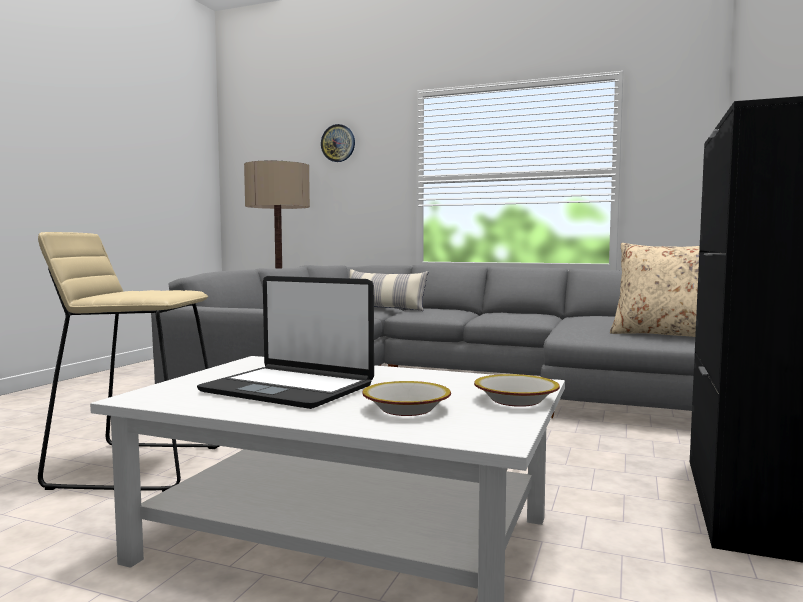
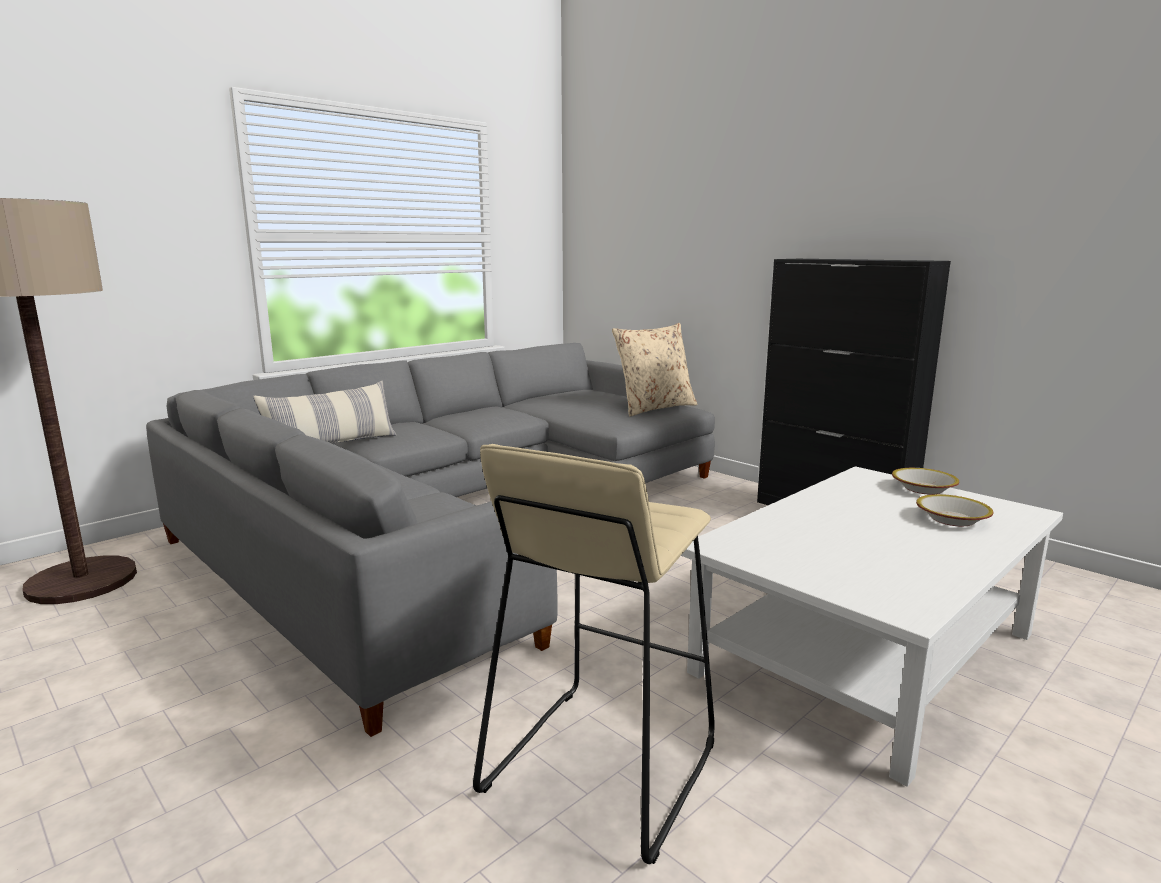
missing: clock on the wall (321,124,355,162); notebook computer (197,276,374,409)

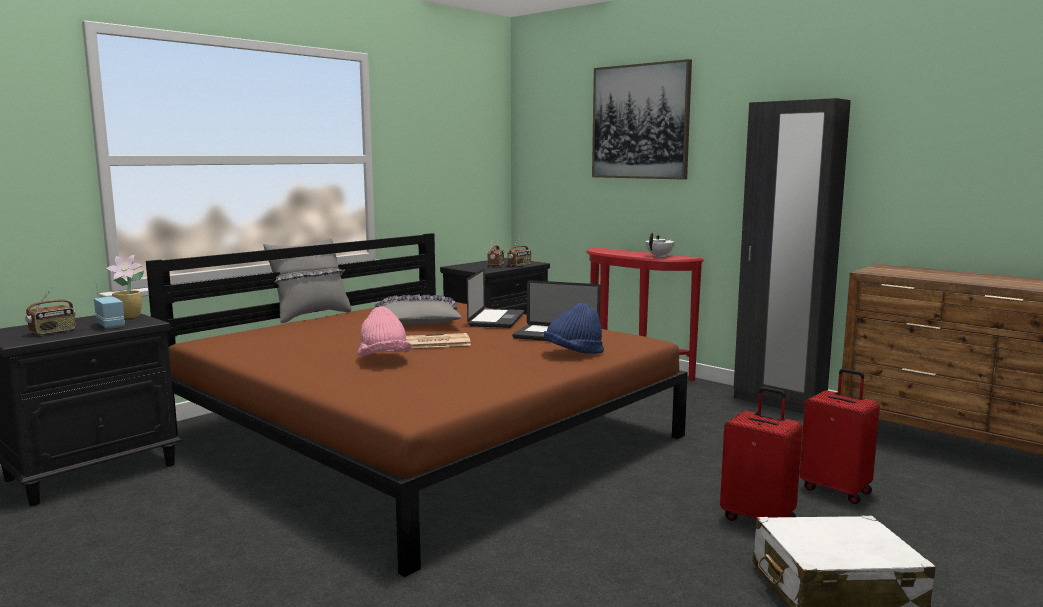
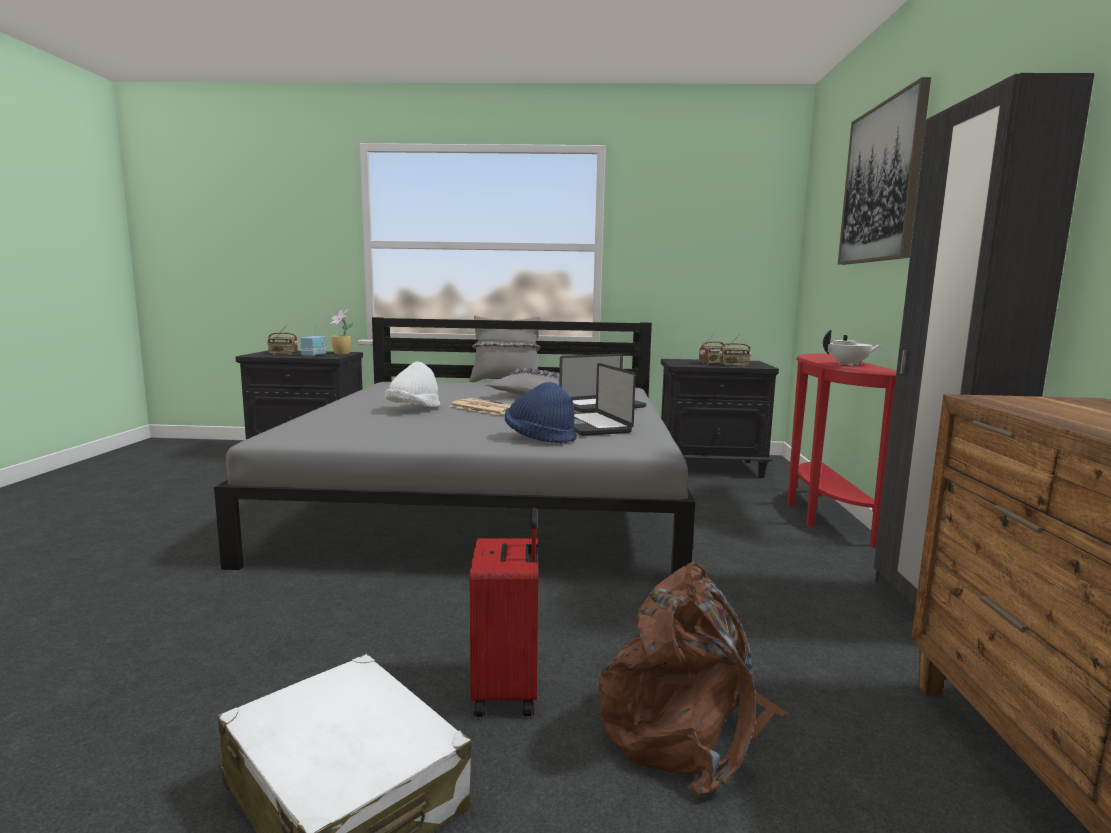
exchanged: reddish piece of luggage (800,368,880,504) to brown rucksack (599,562,790,796)
colour: brown bedroom bed (146,233,688,577) to greyish bedroom bed (214,317,695,574); pinkish hat (357,306,412,356) to white hat (384,361,440,407)

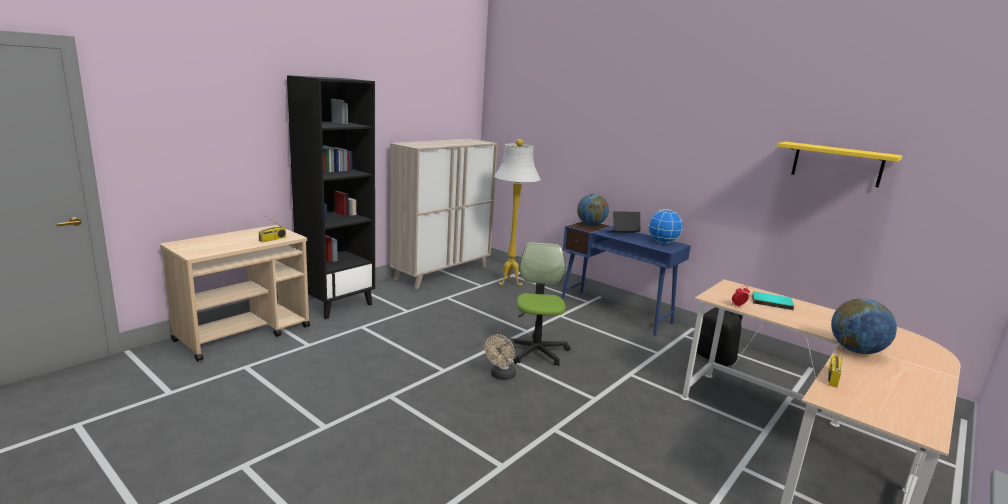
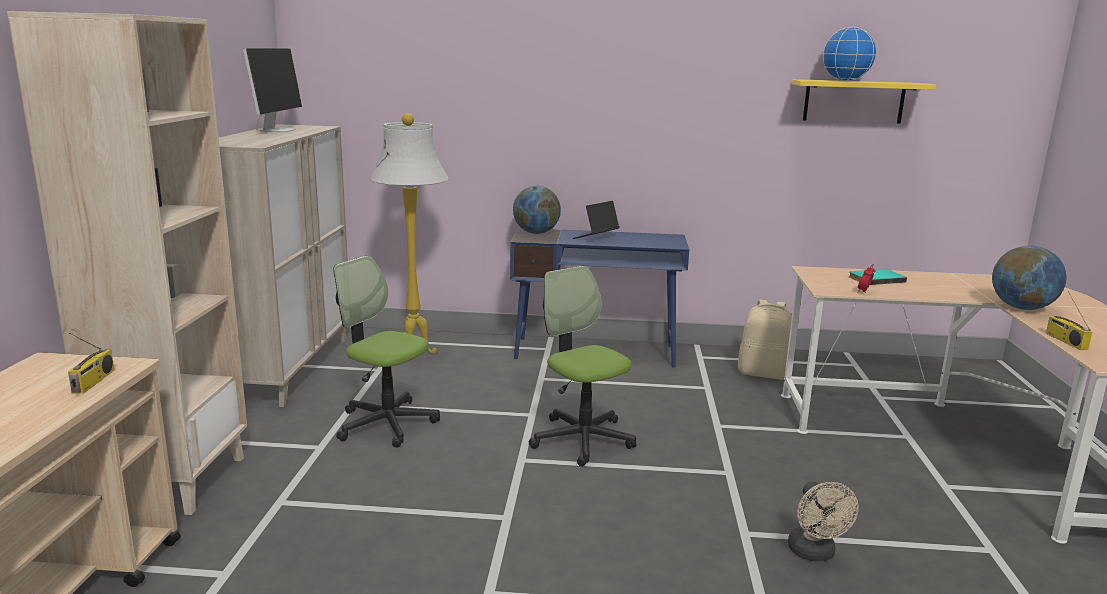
appeared: monitor (243,48,302,132); computer chair (333,256,440,448)
relocated: desk globe (648,209,683,243) to (822,27,876,81); sand-coloured cooling fan (485,334,516,380) to (788,481,859,561)
colour: black bookshelf (287,75,375,319) to sand-coloured bookshelf (7,11,247,515); black rucksack (696,307,743,367) to sand-coloured rucksack (738,300,792,380)

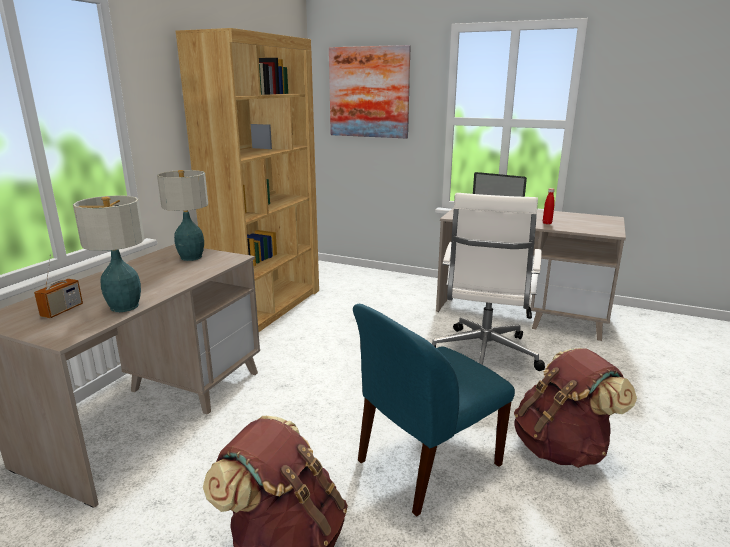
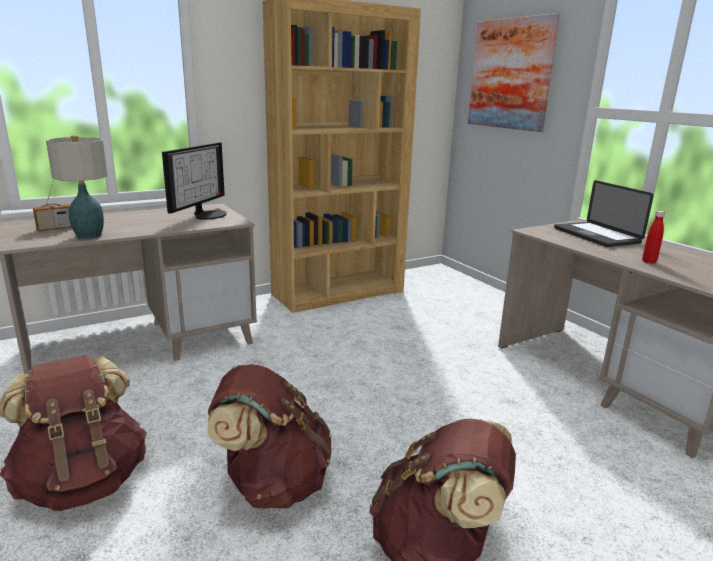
missing: white computer chair (432,193,545,371)
exchanged: tabletop lamp (157,170,208,261) to monitor (162,142,227,220); blue chair (353,304,515,517) to brown rucksack (207,364,332,509)

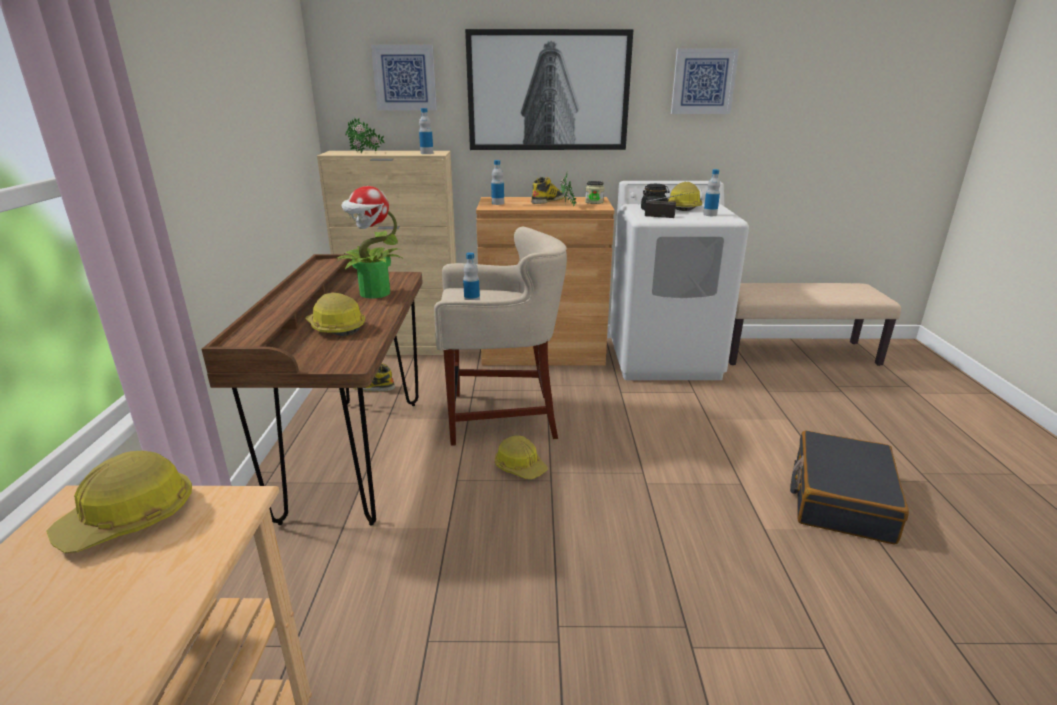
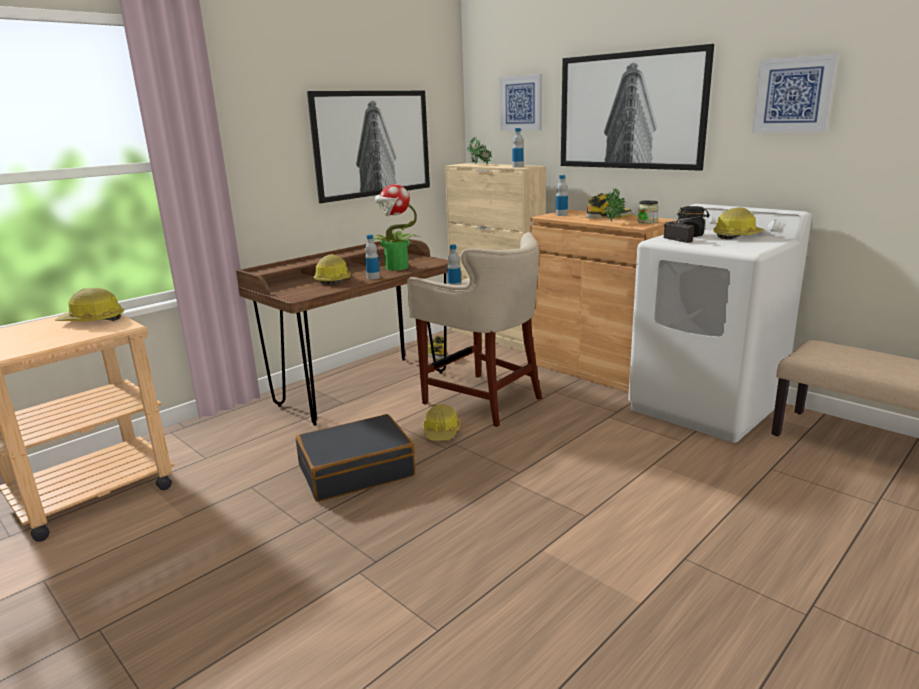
appeared: picture (307,91,430,203)
relocated: drink bottle (703,169,720,216) to (365,234,380,279); black piece of luggage (790,430,909,545) to (295,414,415,502)

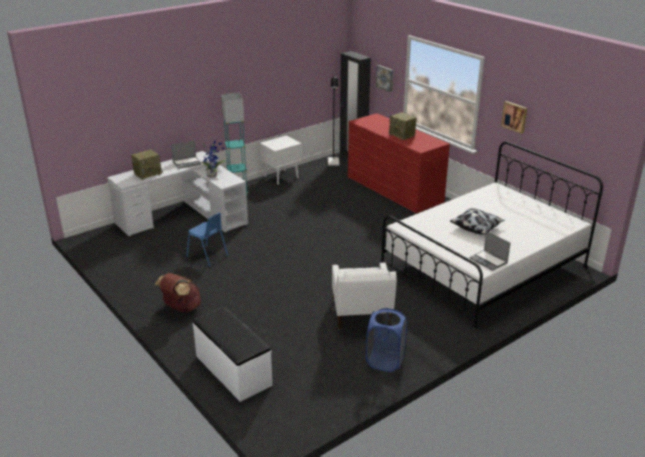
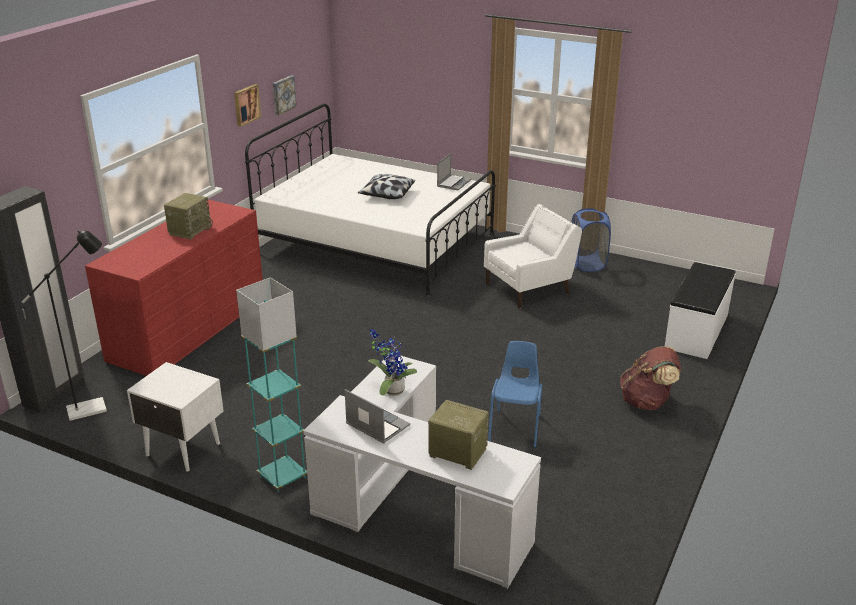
relocated: picture (376,65,393,92) to (273,75,297,115)

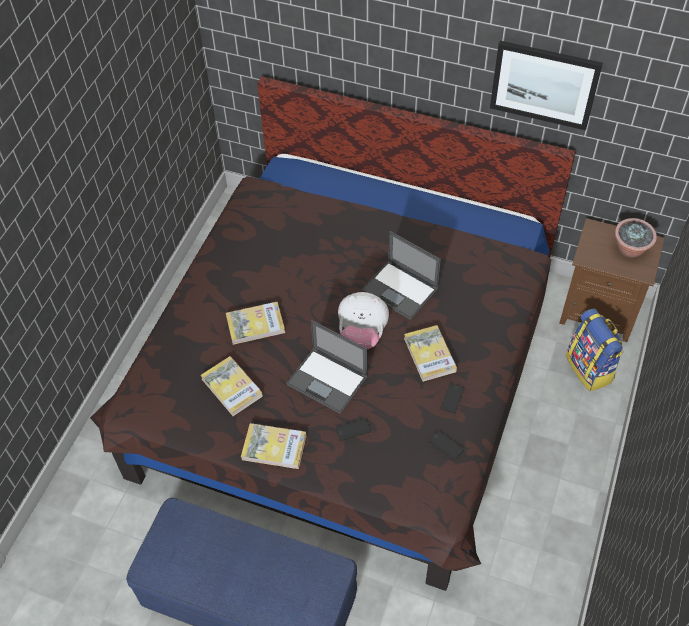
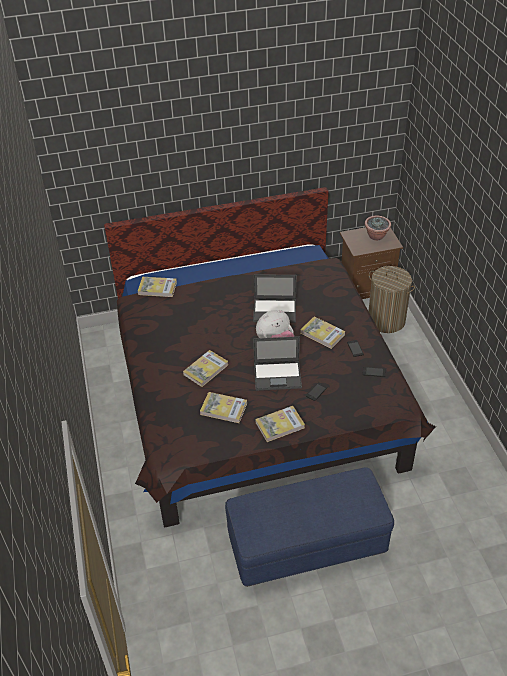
missing: picture (490,41,603,130)
appeared: book (138,277,177,297)
exchanged: rucksack (566,309,624,391) to washing basket (369,266,415,333)

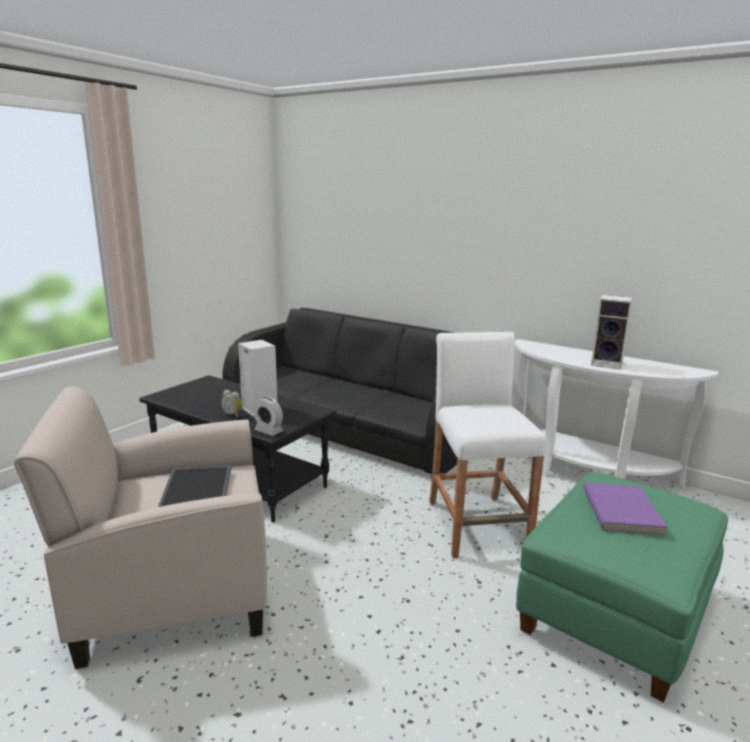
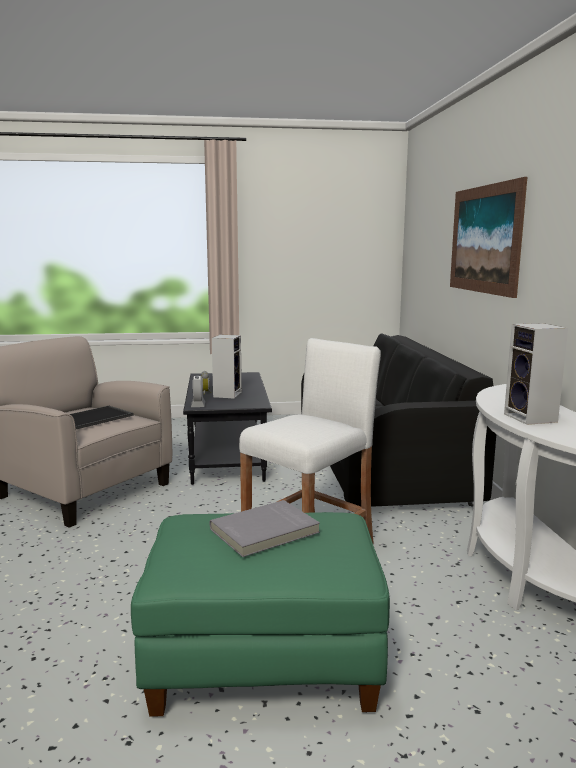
appeared: picture (450,177,527,298)
colour: purplish book (583,482,667,535) to greyish book (210,500,320,557)

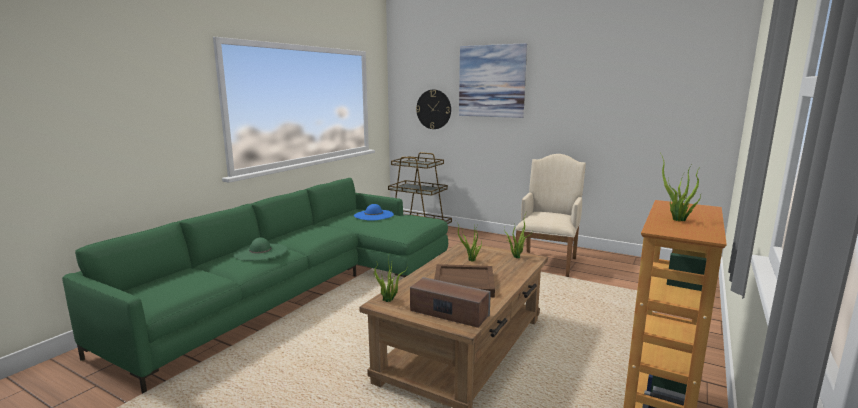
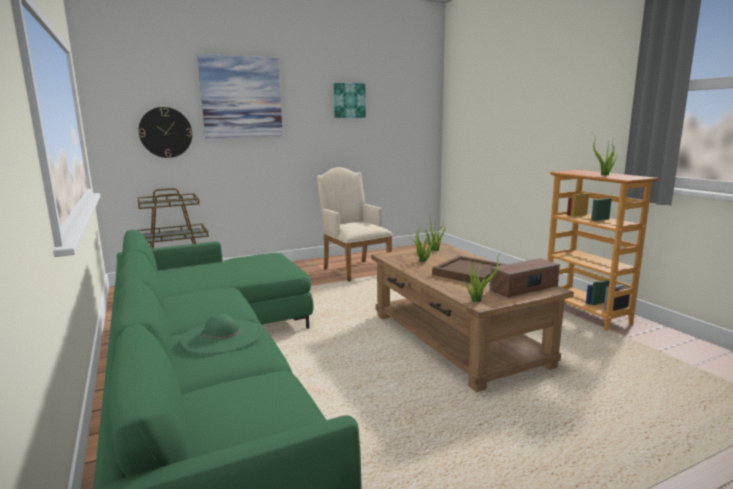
missing: blue hat (354,204,394,221)
appeared: picture (334,83,366,118)

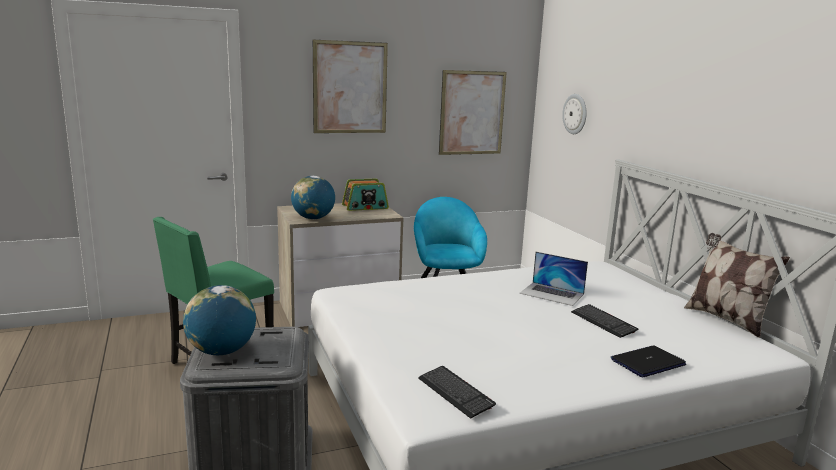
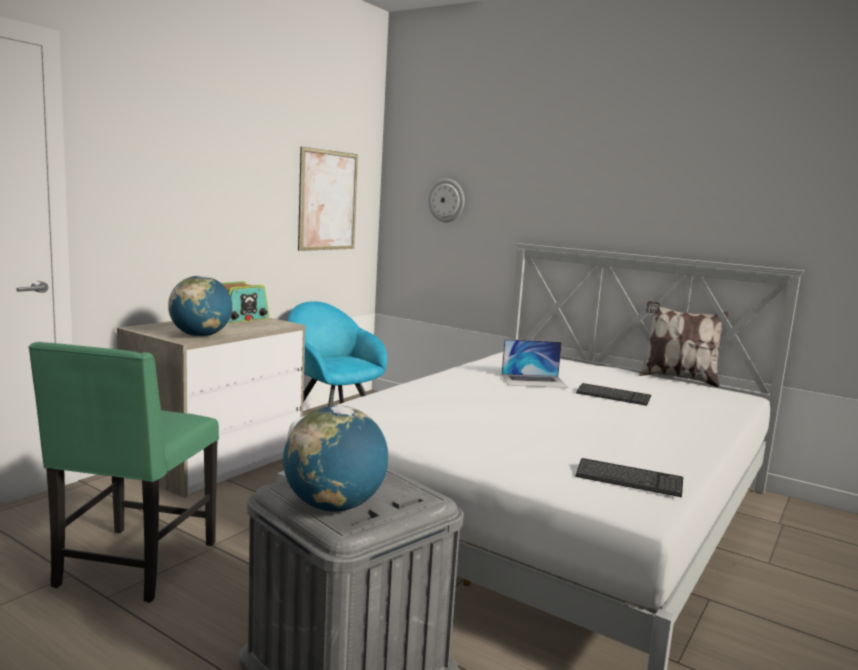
missing: picture (313,40,388,133); notebook computer (611,345,686,377)

